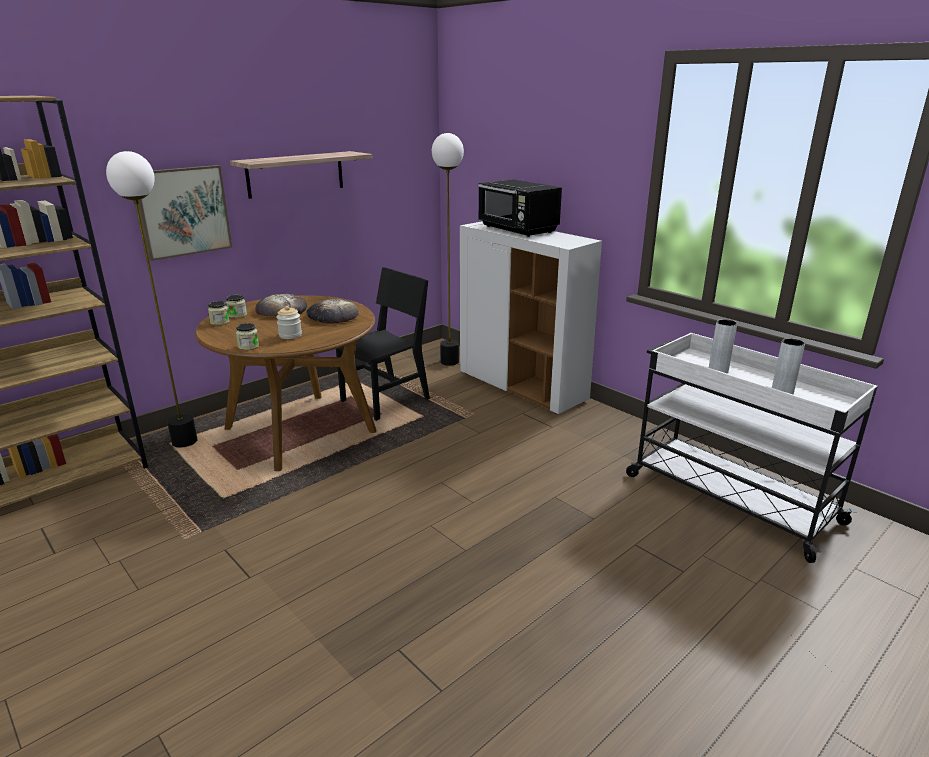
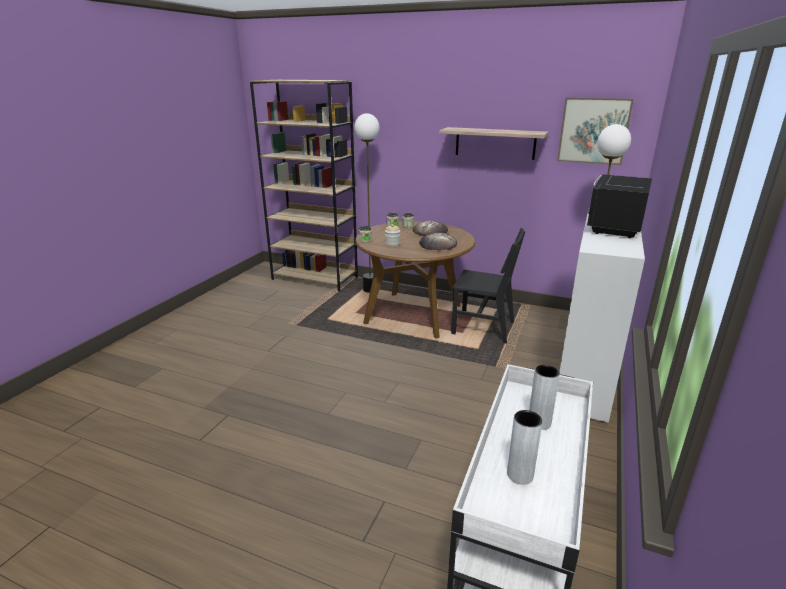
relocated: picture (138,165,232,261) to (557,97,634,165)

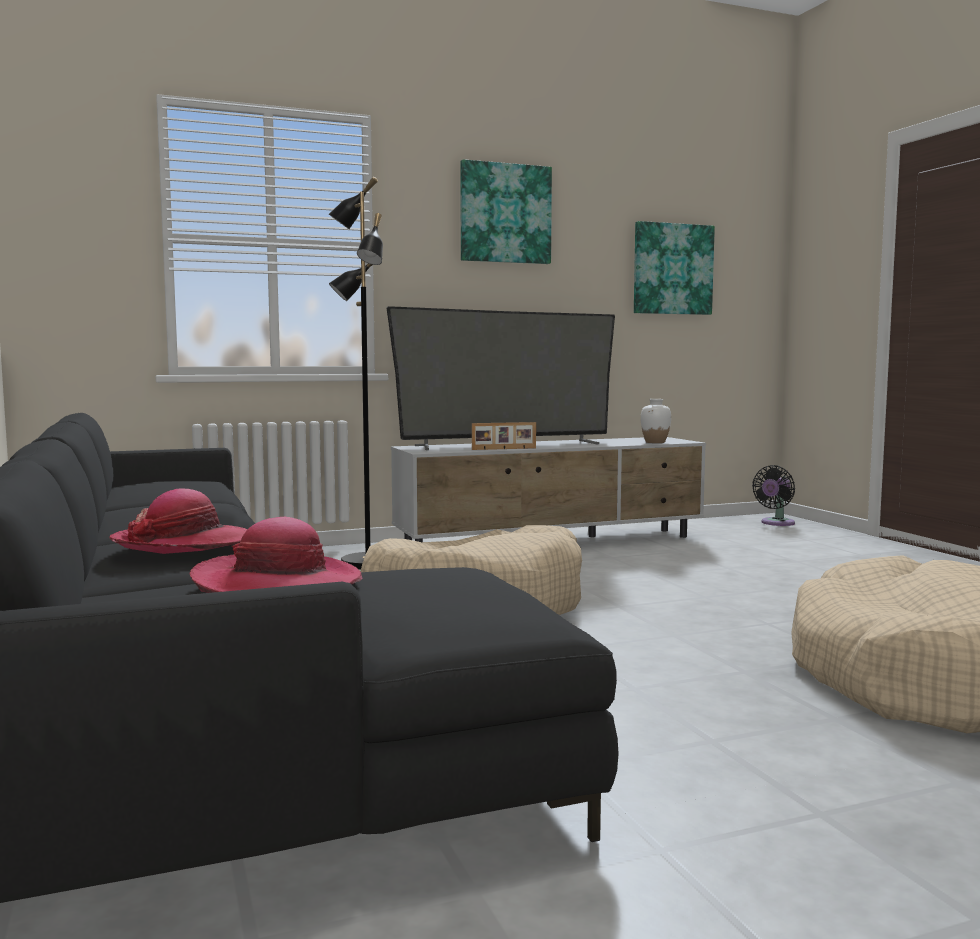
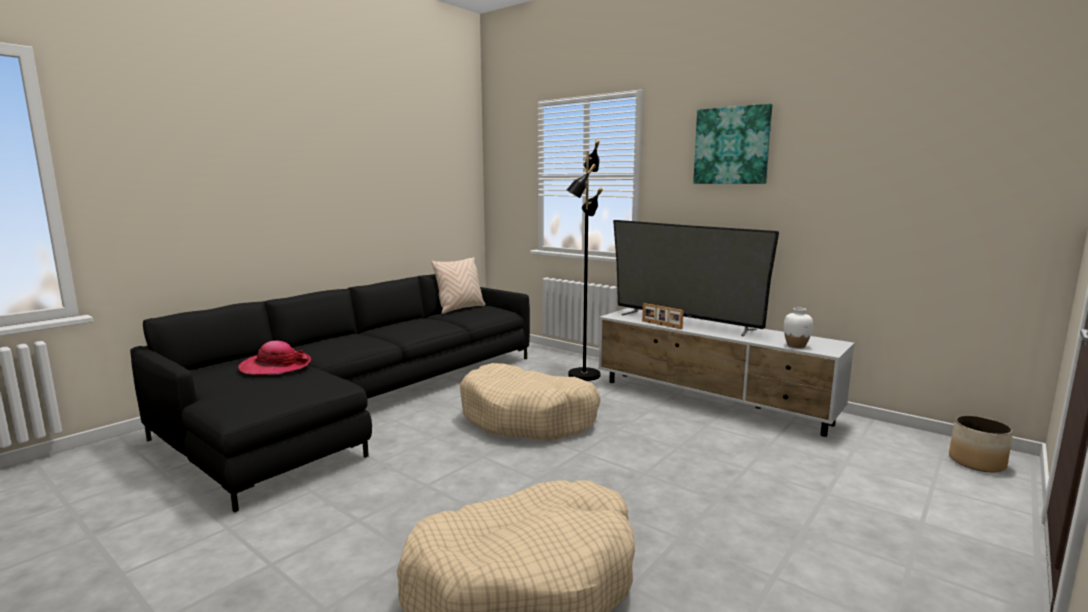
missing: picture (634,221,715,315); hat (109,489,247,554)
appeared: sand-coloured pillow (431,257,485,314)
exchanged: black cooling fan (752,465,795,526) to flower pot (949,415,1013,472)

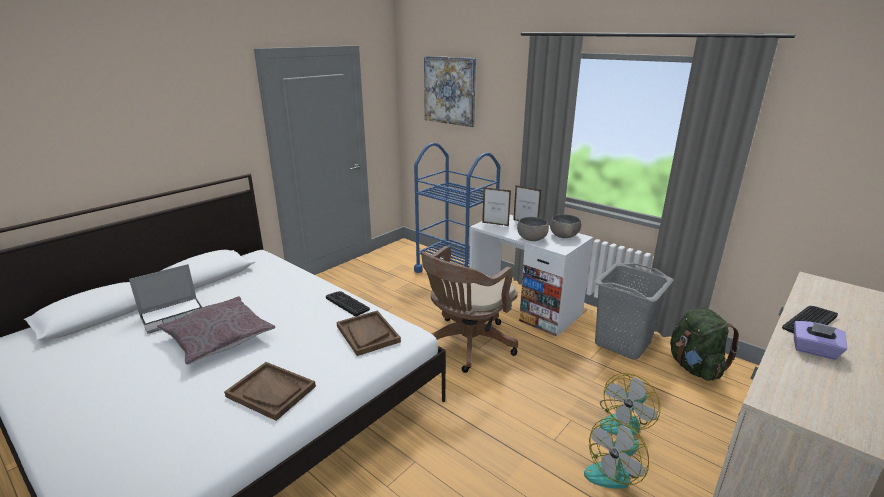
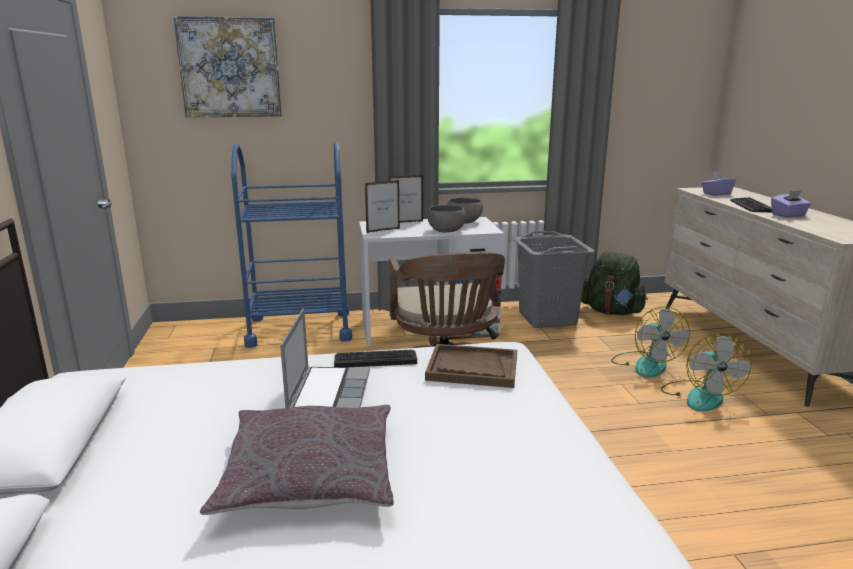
missing: brown serving tray (224,362,316,421)
appeared: purplish box of tissues (702,171,736,196)
relocated: notebook computer (129,264,202,334) to (280,308,370,408)

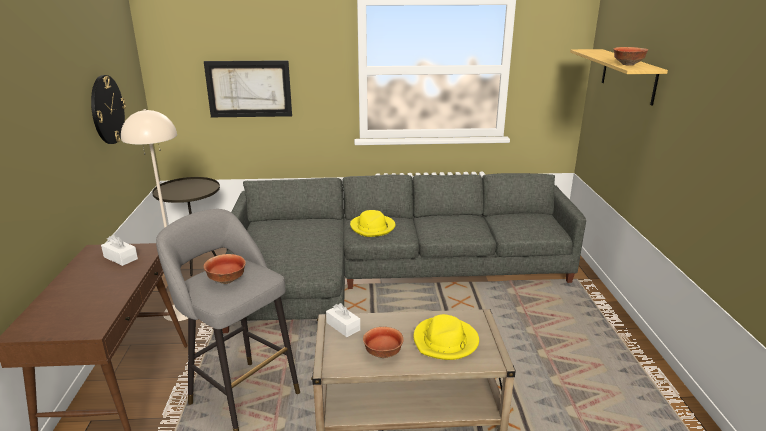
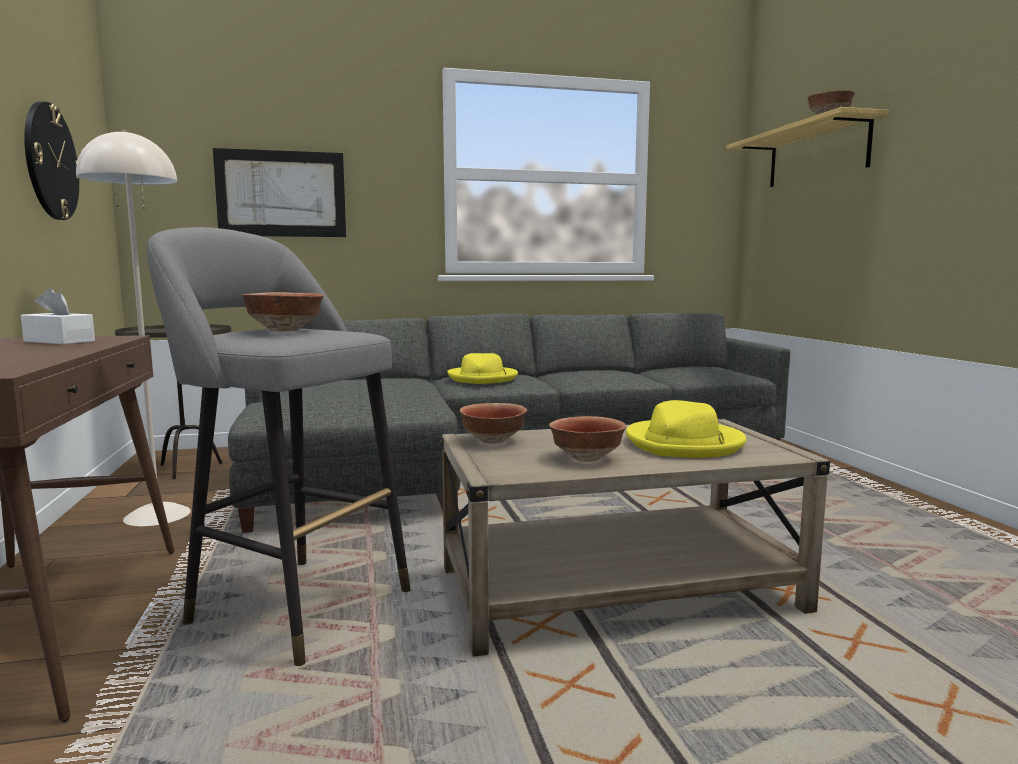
exchanged: white box of tissues (326,303,360,337) to bowl (460,403,527,444)

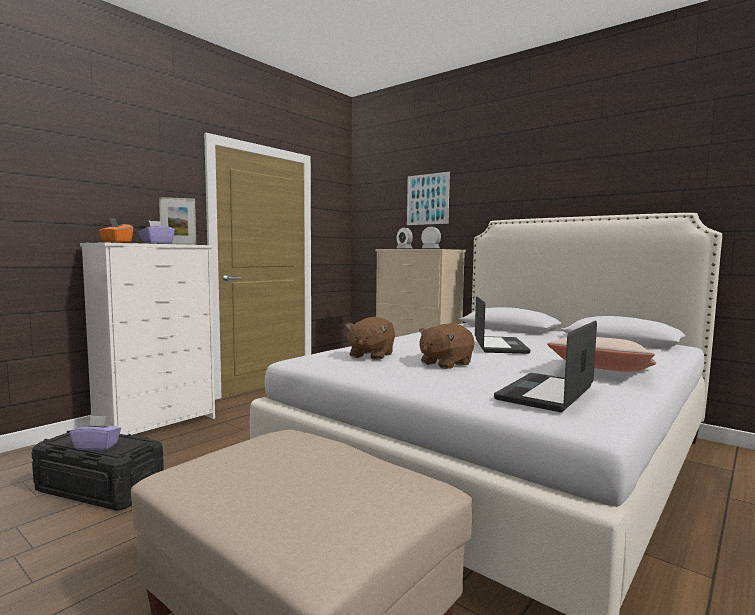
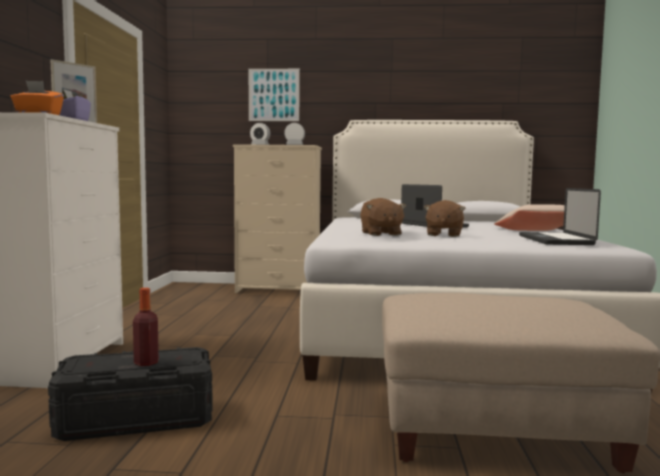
exchanged: purplish box of tissues (70,416,121,450) to drink bottle (133,288,159,366)

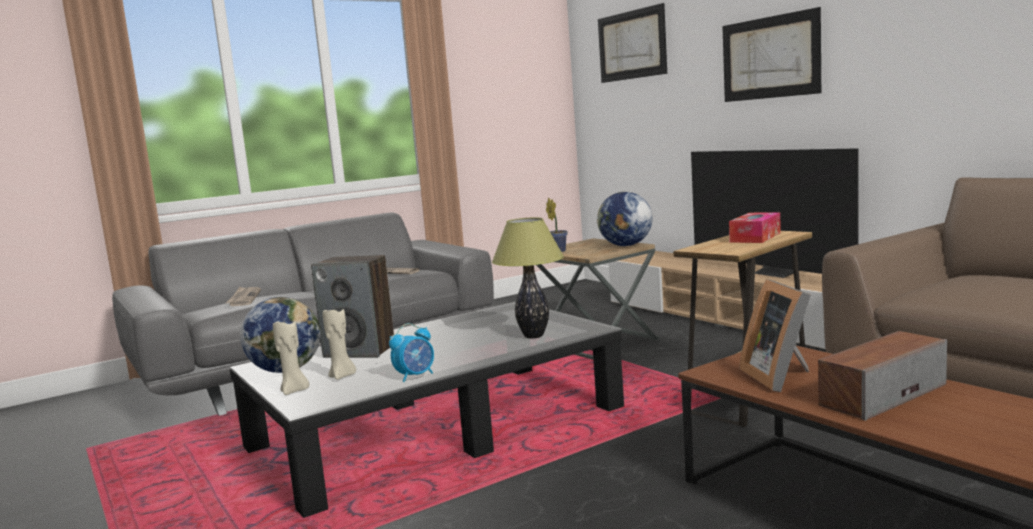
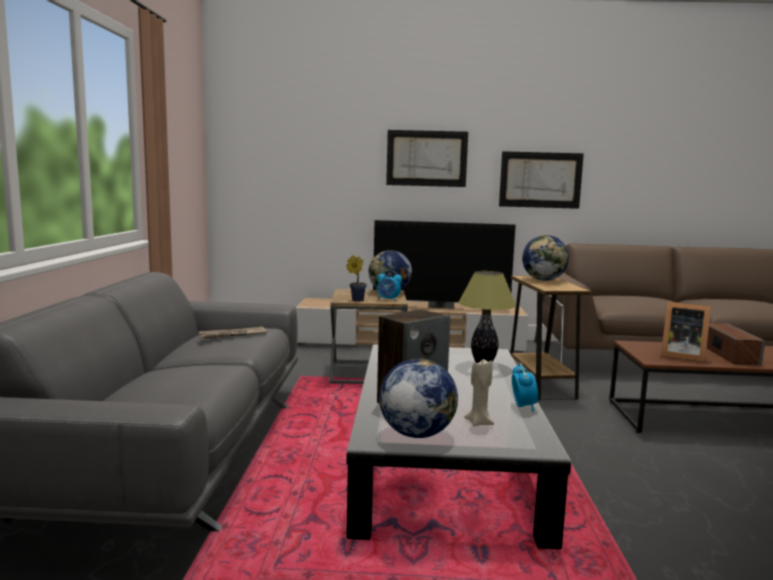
missing: daily paper (226,287,261,306); sand-coloured wax candle (273,321,309,395)
appeared: bedside clock (377,270,402,301)
relocated: picture (598,3,667,83) to (499,151,584,209)
exchanged: box of tissues (729,213,781,243) to desk globe (522,235,569,281)

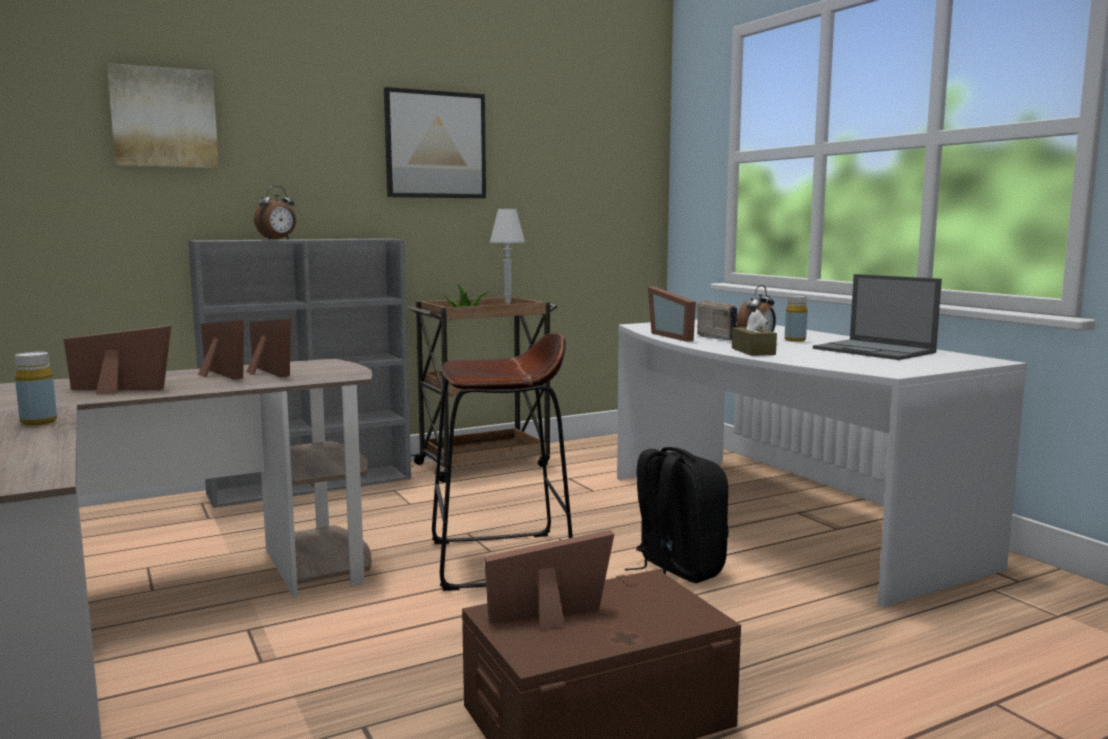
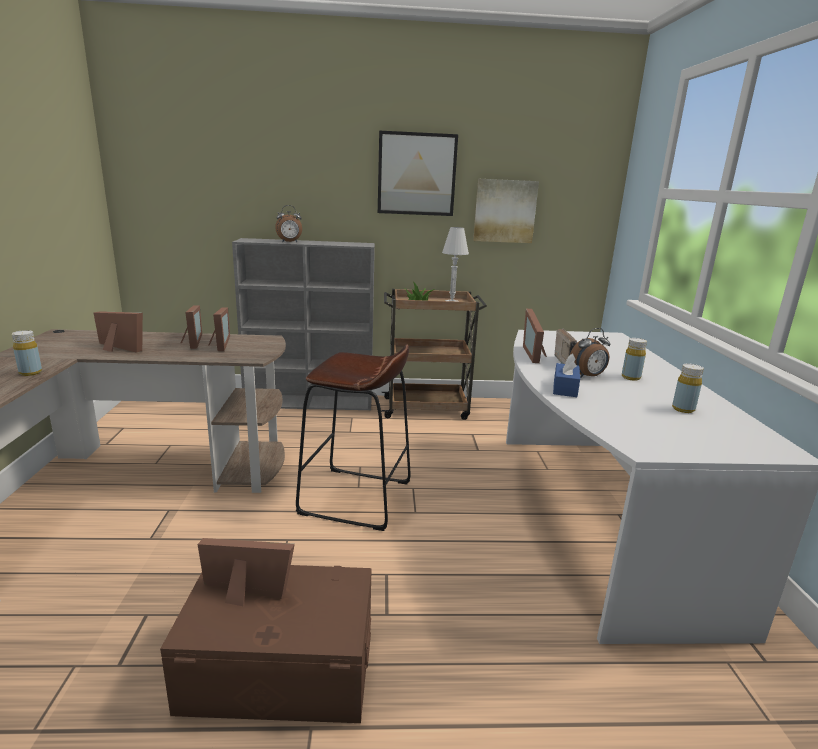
missing: black rucksack (624,447,729,583)
relocated: picture (107,63,219,168) to (473,179,539,243)
exchanged: notebook computer (813,274,942,360) to yellow-coloured drink bottle (672,364,704,413)
colour: brown box of tissues (732,309,777,356) to blue box of tissues (553,353,580,397)

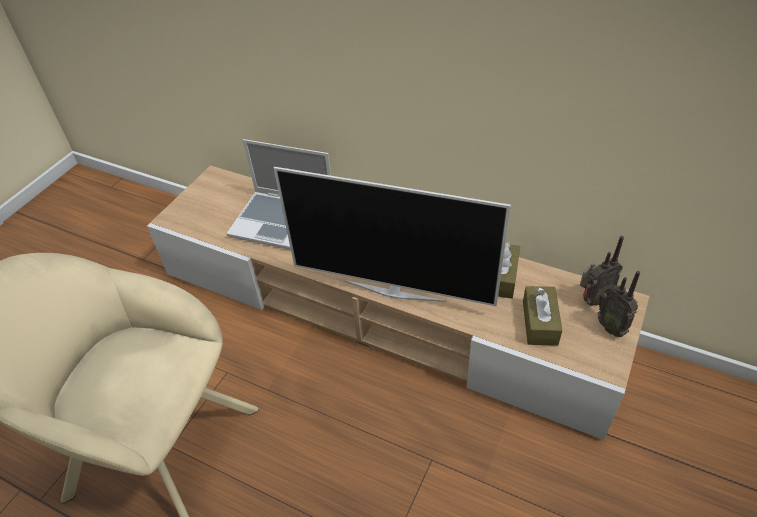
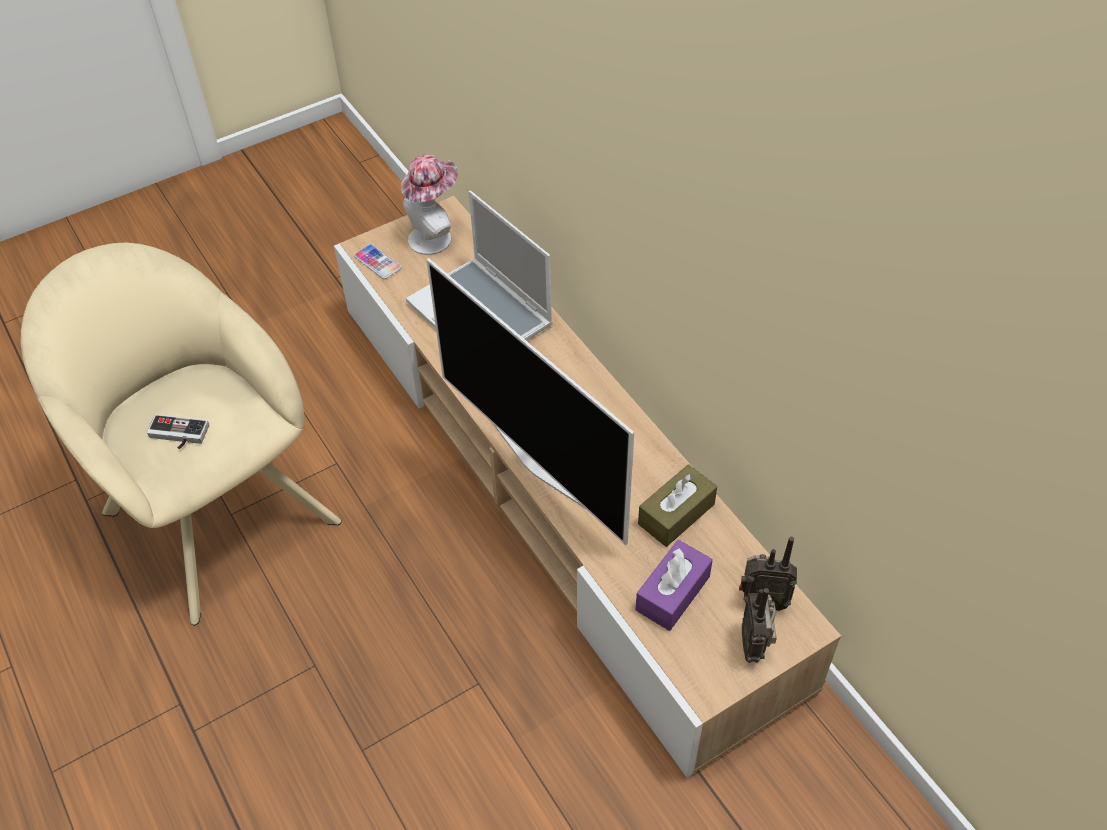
appeared: hat (401,154,457,255); phone (354,244,401,279); gamepad (147,414,209,449)
colour: brown box of tissues (523,286,562,346) to purplish box of tissues (635,540,713,631)

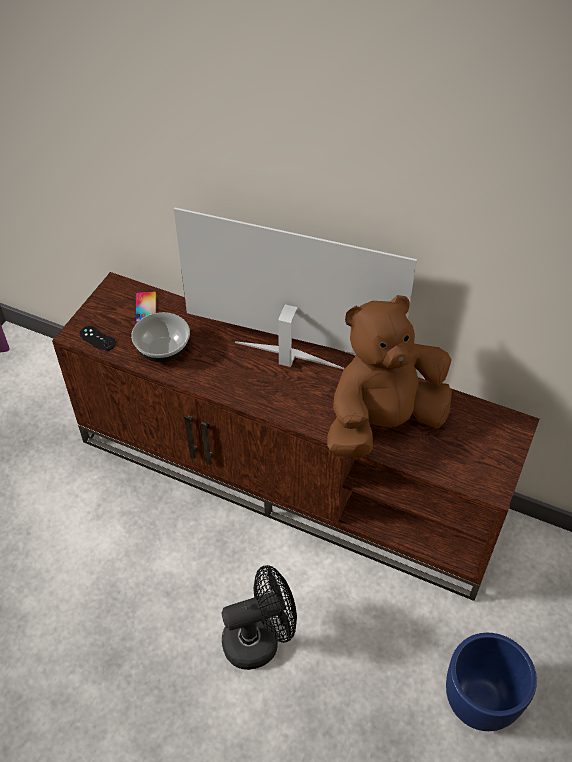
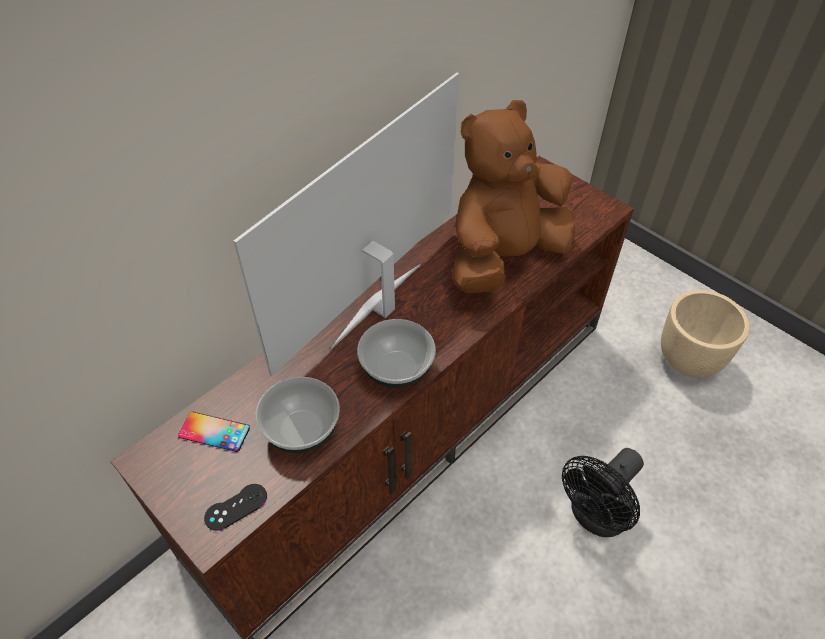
appeared: bowl (357,319,436,388)
colour: blue flower pot (446,633,537,731) to sand-coloured flower pot (661,290,750,377)
spun: brown plush toy (327,295,452,458) = (452,100,575,294) 60 degrees clockwise; black cooling fan (221,565,297,670) = (562,448,644,537) 135 degrees counterclockwise

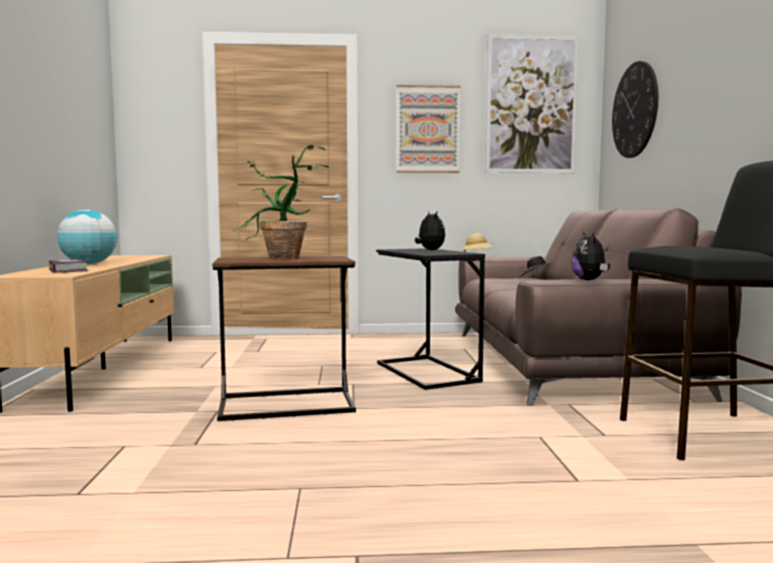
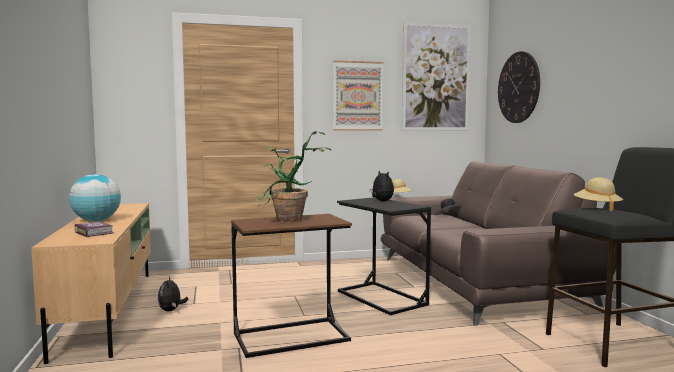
appeared: sand-coloured hat (574,177,623,211)
relocated: plush toy (571,232,610,280) to (158,276,188,311)

